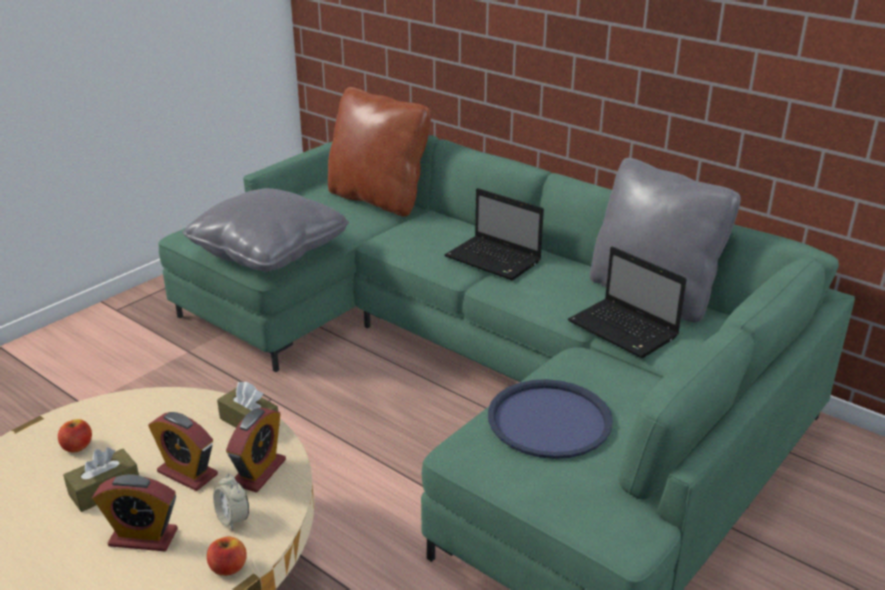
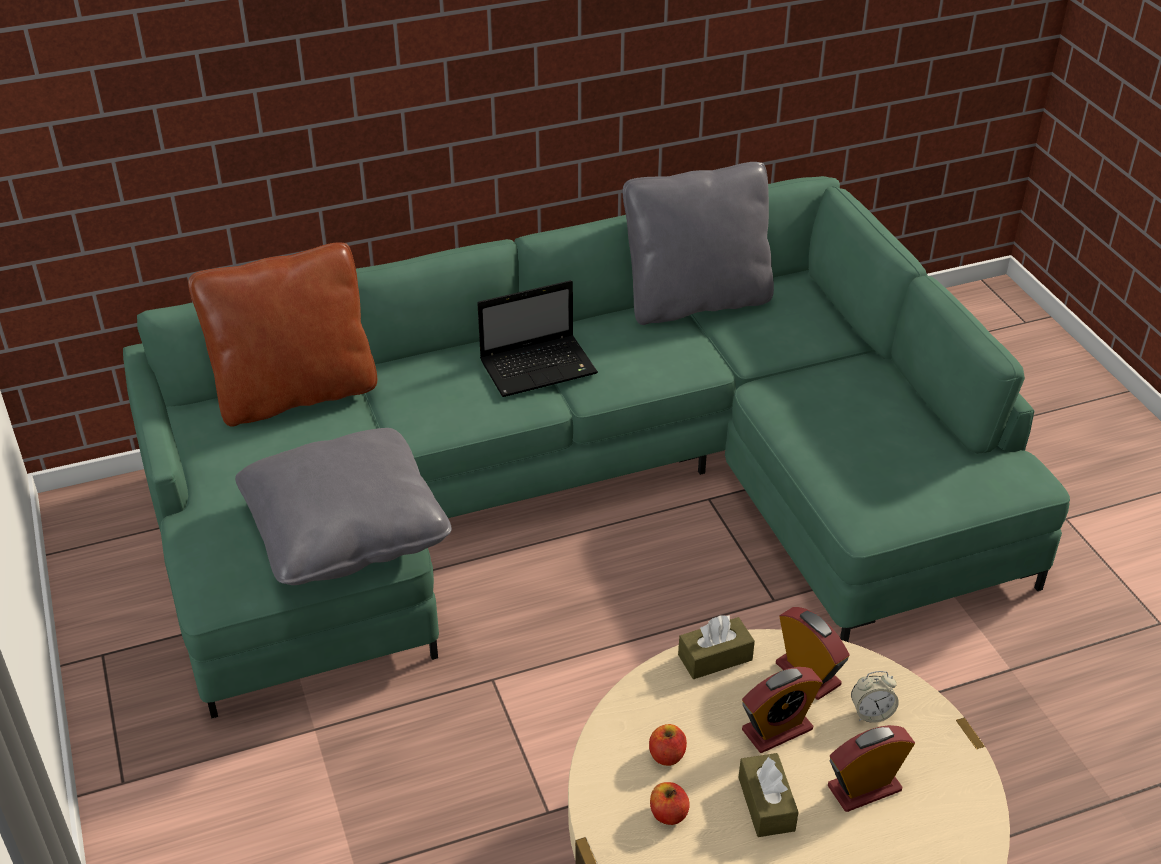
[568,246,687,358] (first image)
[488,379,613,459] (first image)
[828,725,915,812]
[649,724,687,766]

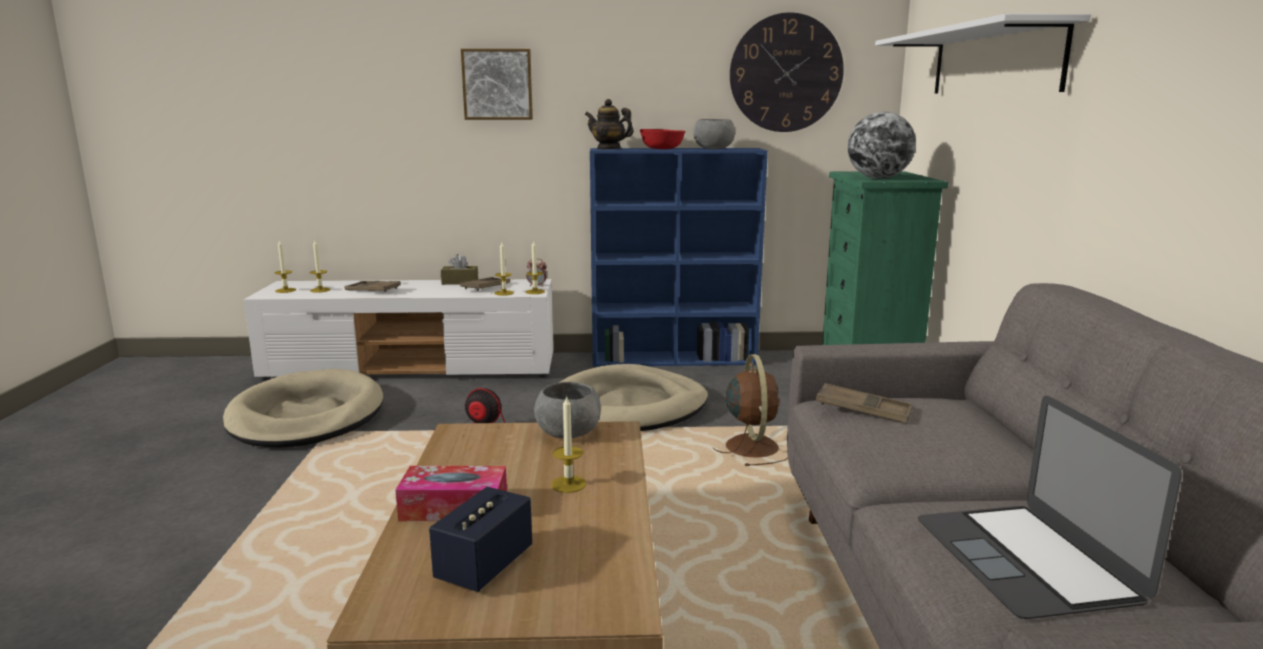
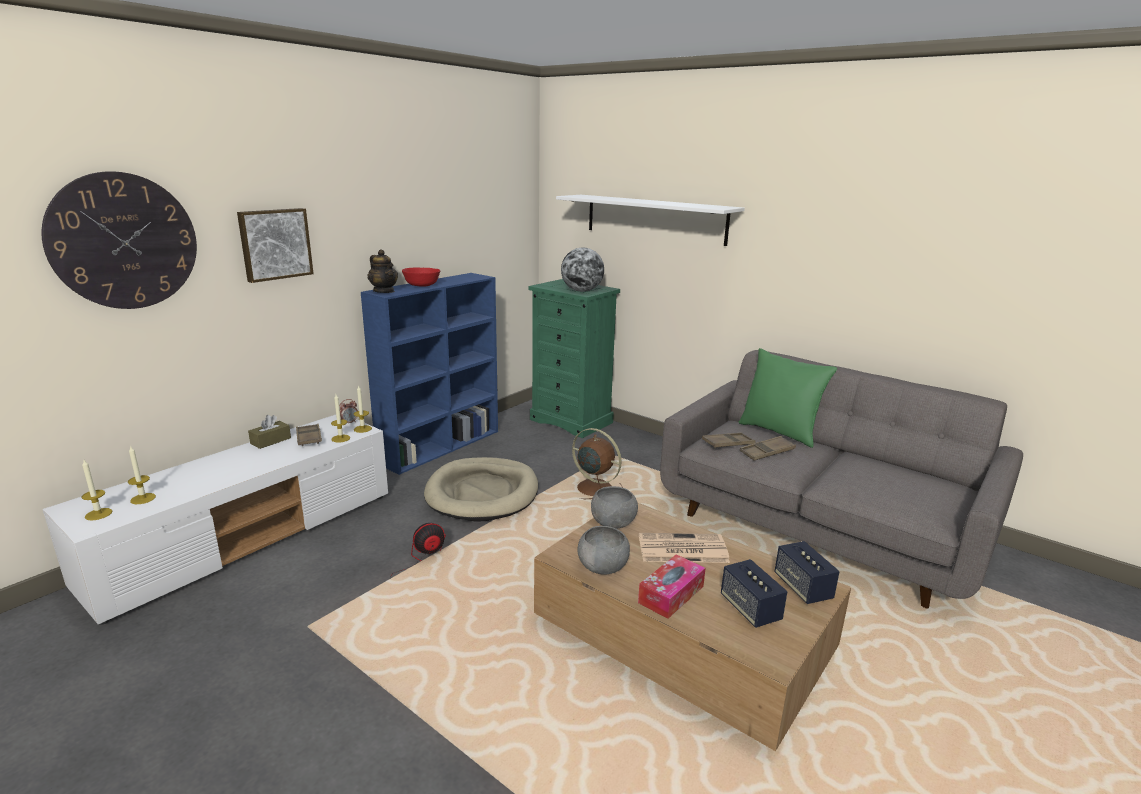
[41,171,197,309]
[367,249,398,293]
[578,526,630,575]
[740,436,796,460]
[223,369,384,448] (first image)
[639,533,730,563]
[918,395,1182,619] (first image)
[739,348,837,448]
[774,541,840,604]

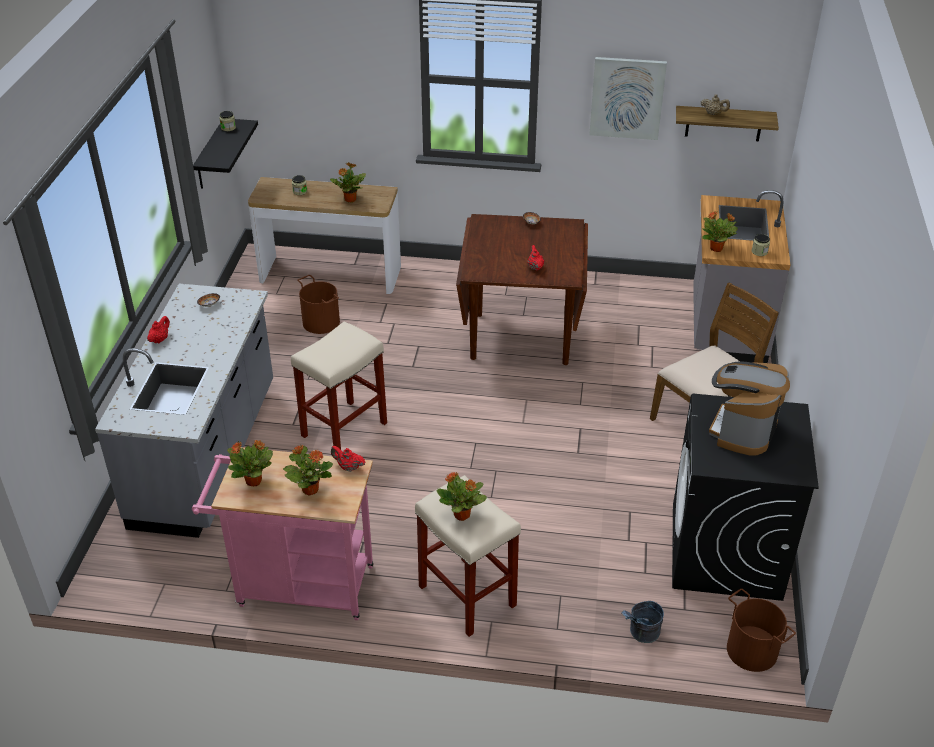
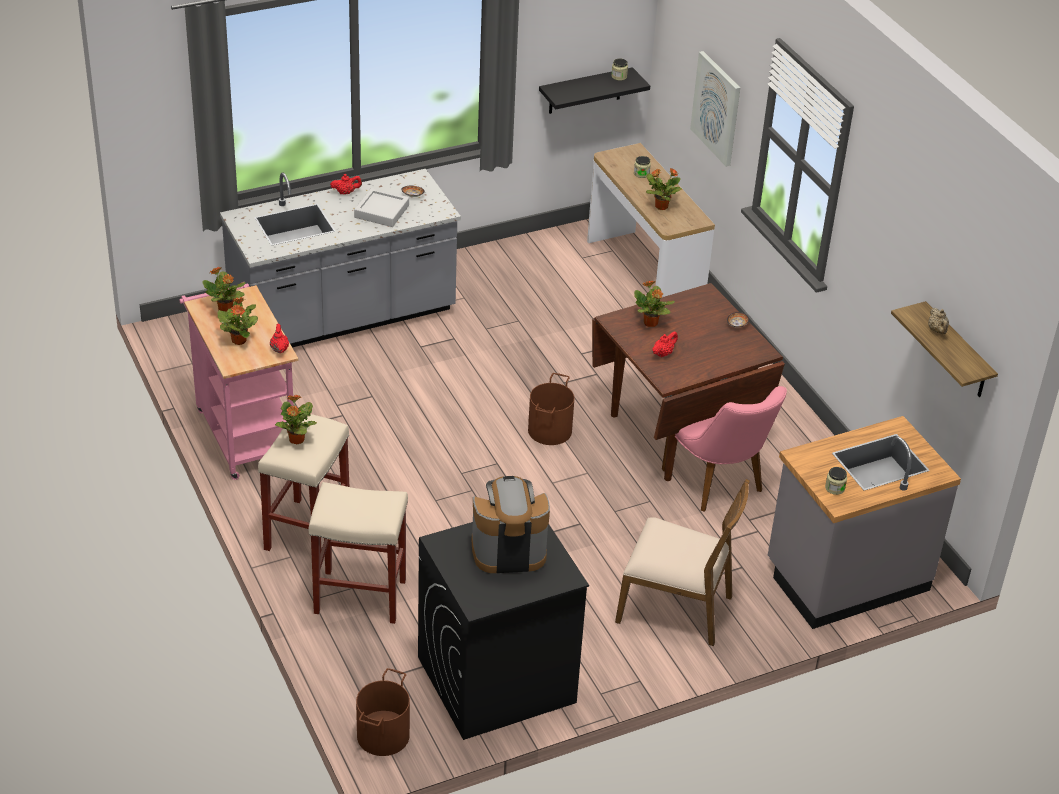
[690,51,740,166]
[634,280,675,327]
[528,373,575,445]
[309,482,408,624]
[621,601,664,643] (first image)
[354,188,409,227]
[662,386,787,512]

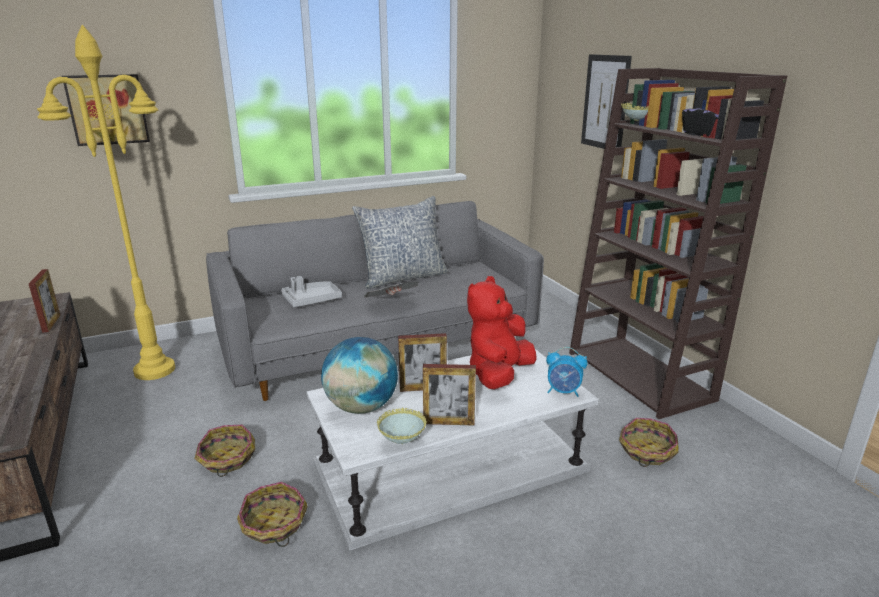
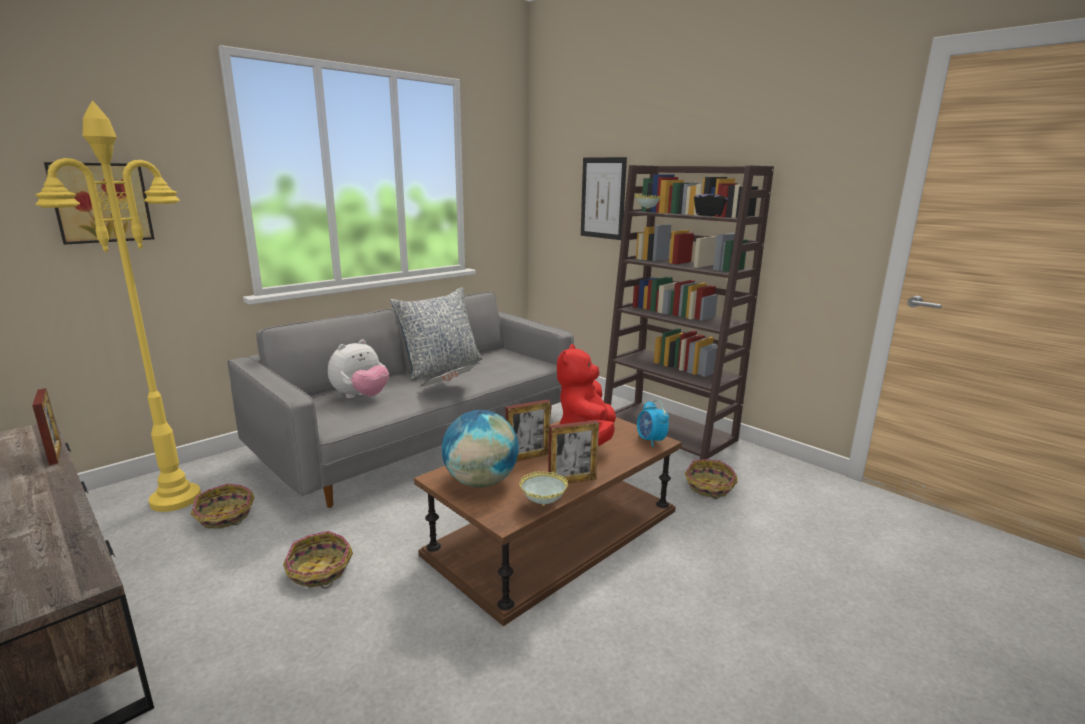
[328,339,389,399]
[637,400,669,447]
[414,417,682,626]
[191,484,255,529]

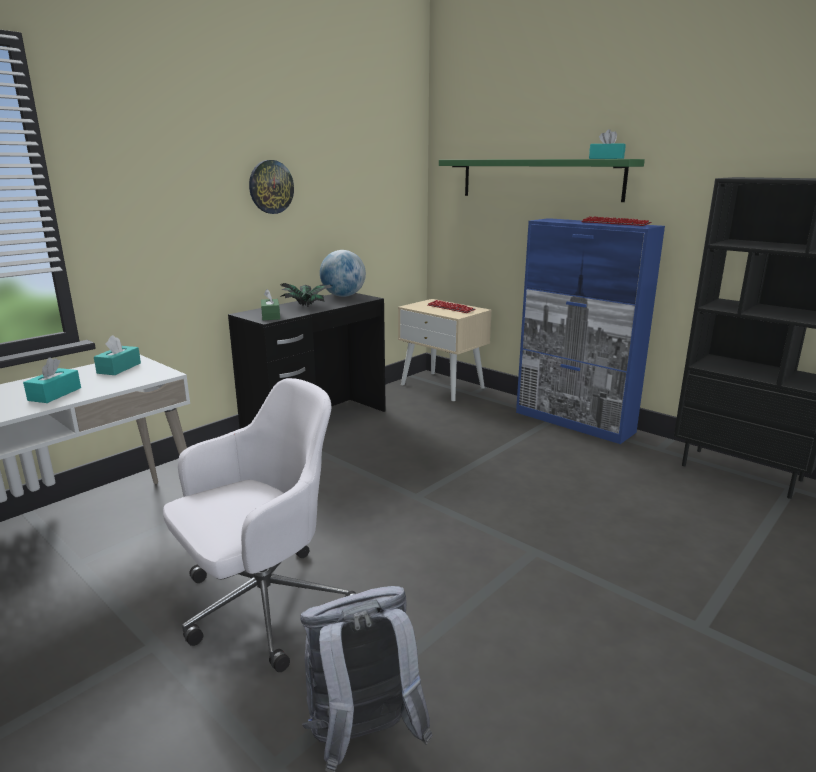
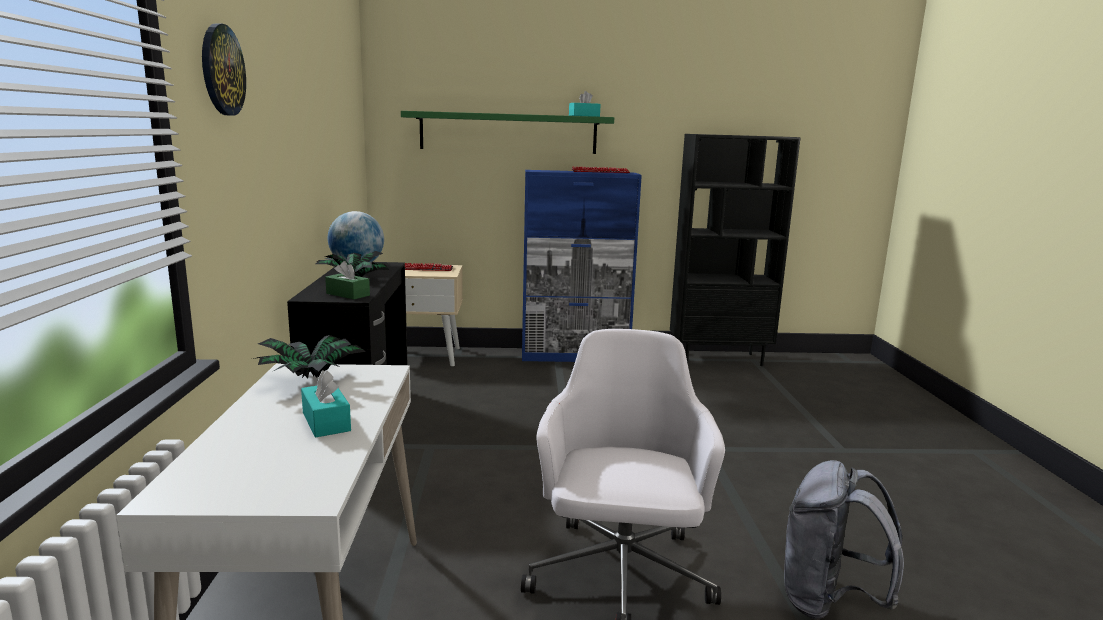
[202,23,246,116]
[253,335,366,378]

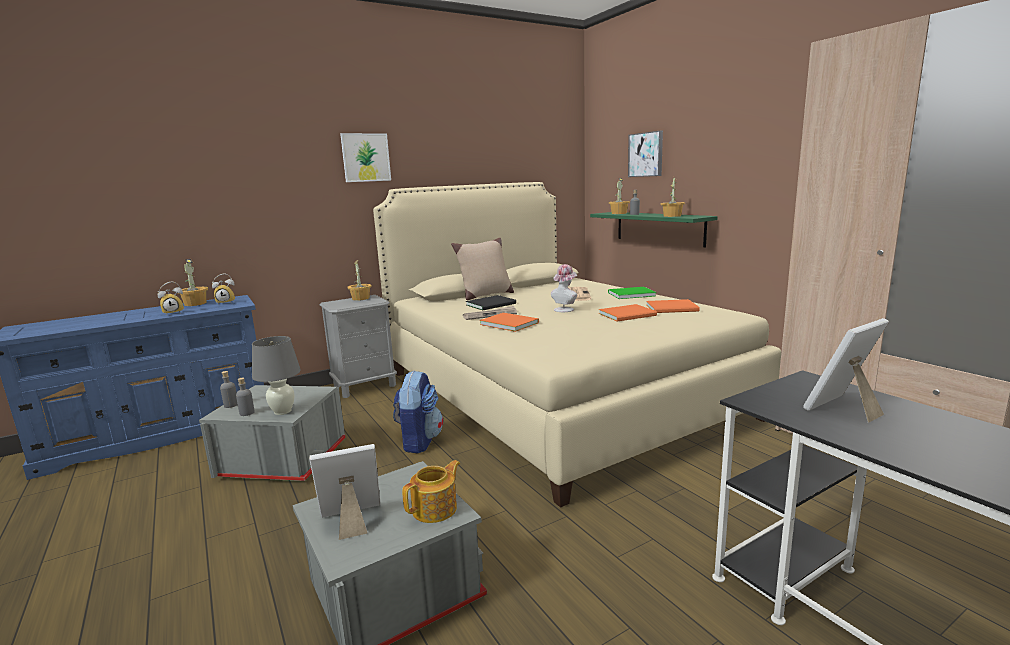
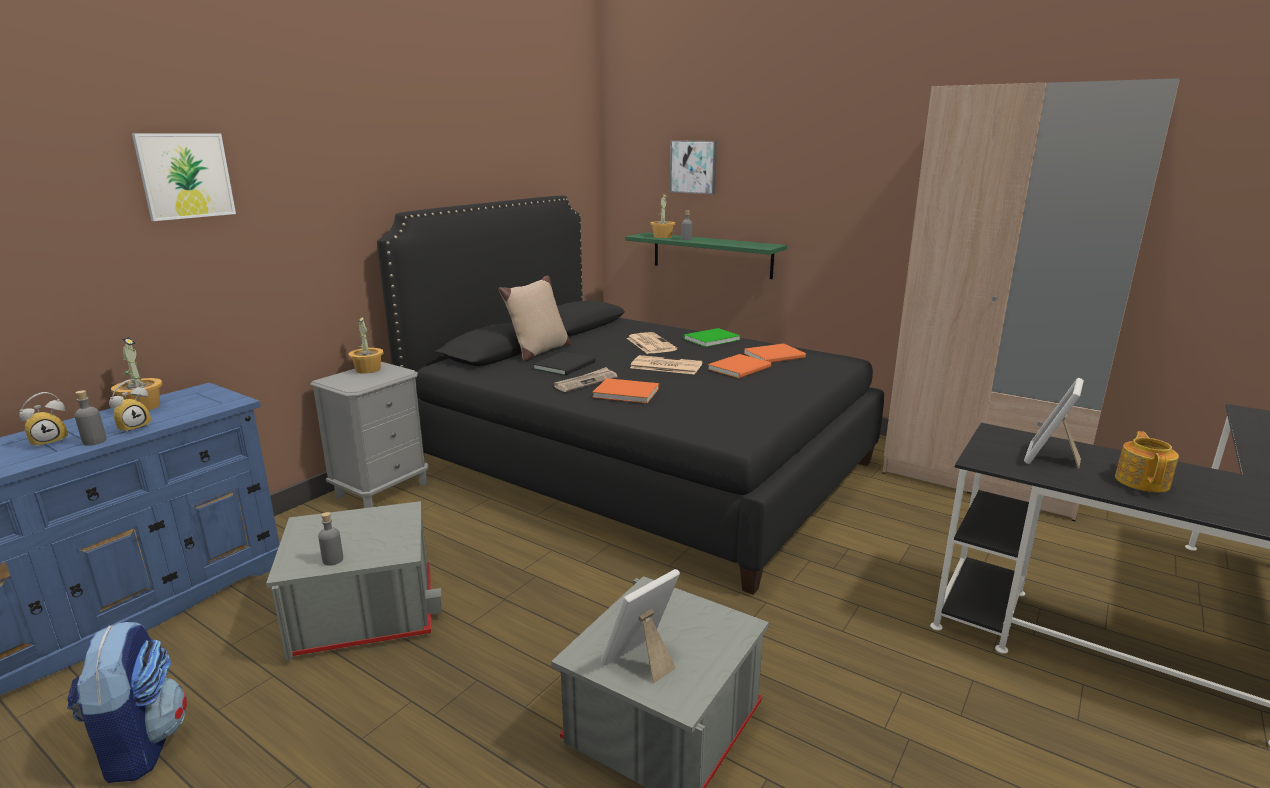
[132,134,236,221]
[661,176,685,217] (first image)
[377,196,884,595]
[630,355,703,374]
[19,392,68,449]
[252,336,301,415] (first image)
[67,622,187,783]
[74,390,107,446]
[1115,431,1179,492]

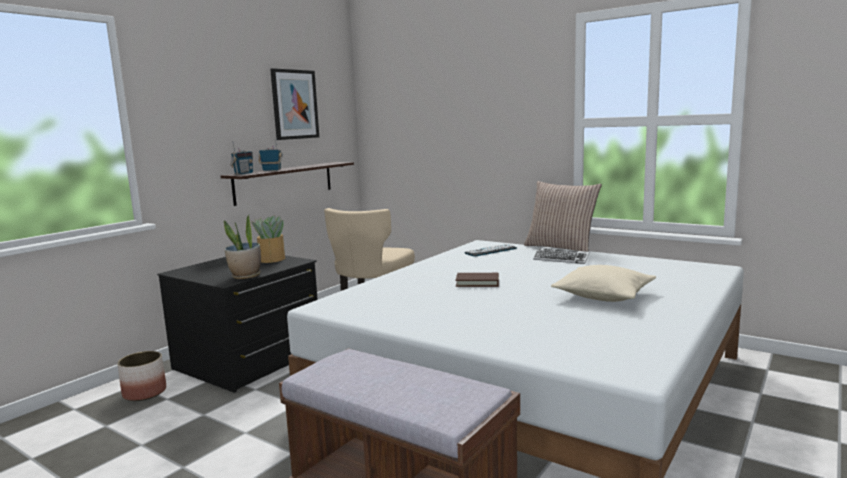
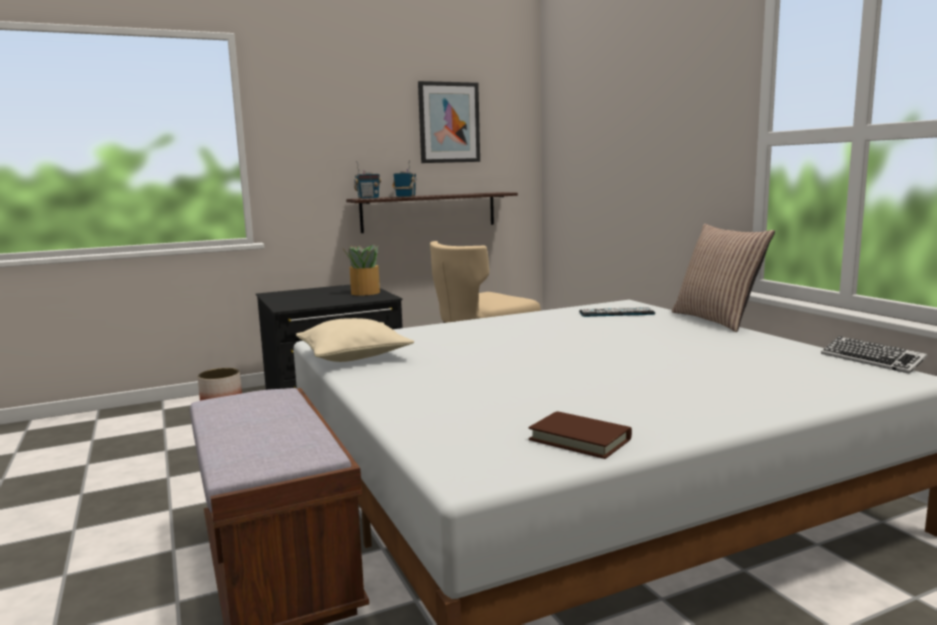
[224,215,261,279] (first image)
[821,336,928,374]
[296,318,414,362]
[529,411,632,459]

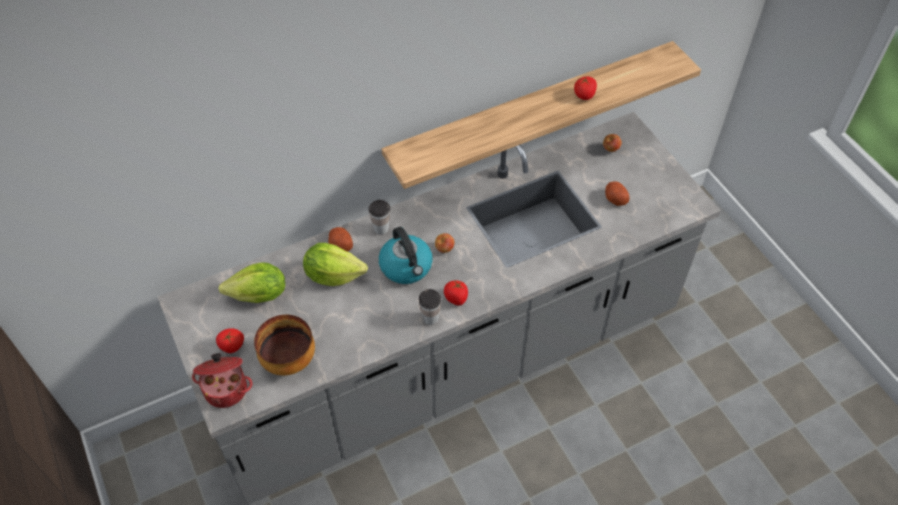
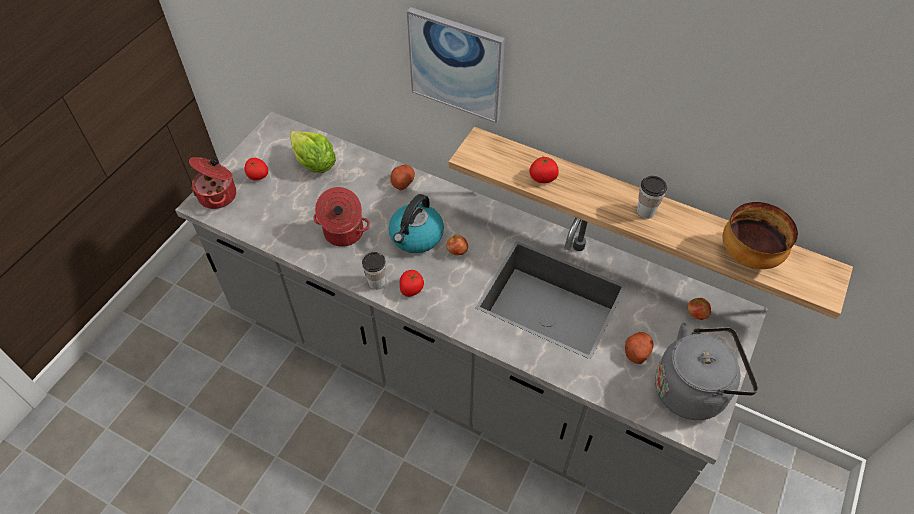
[529,155,559,183]
[637,176,667,219]
[303,243,368,286] (first image)
[723,202,798,269]
[407,7,505,123]
[313,187,370,247]
[655,322,758,420]

